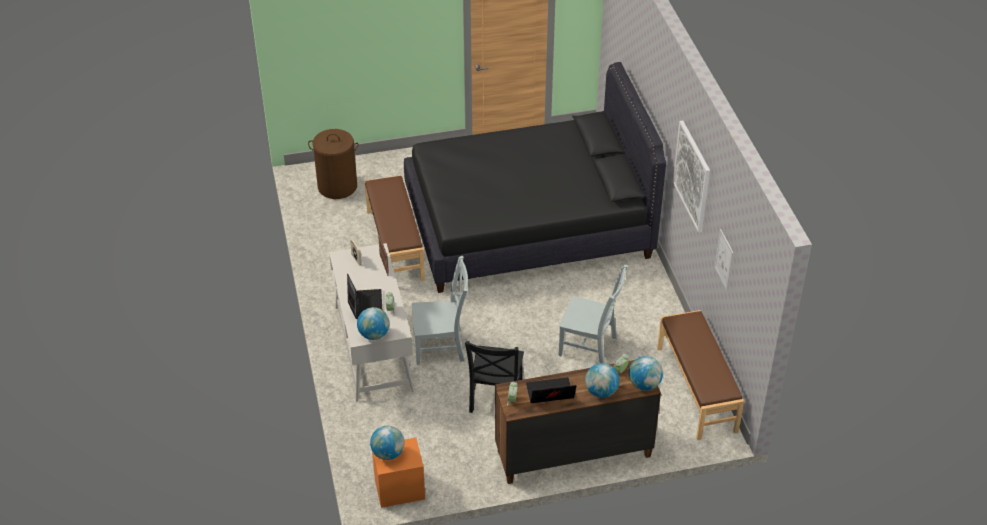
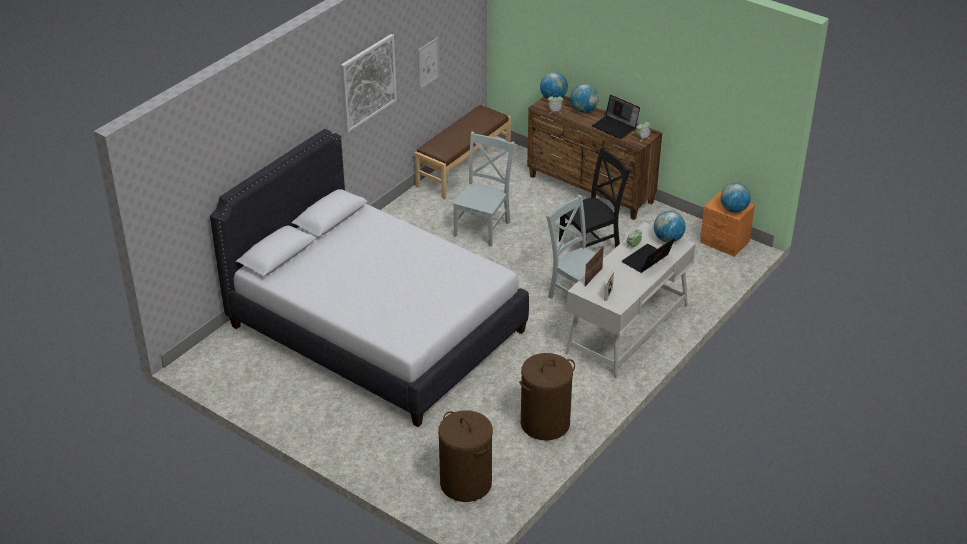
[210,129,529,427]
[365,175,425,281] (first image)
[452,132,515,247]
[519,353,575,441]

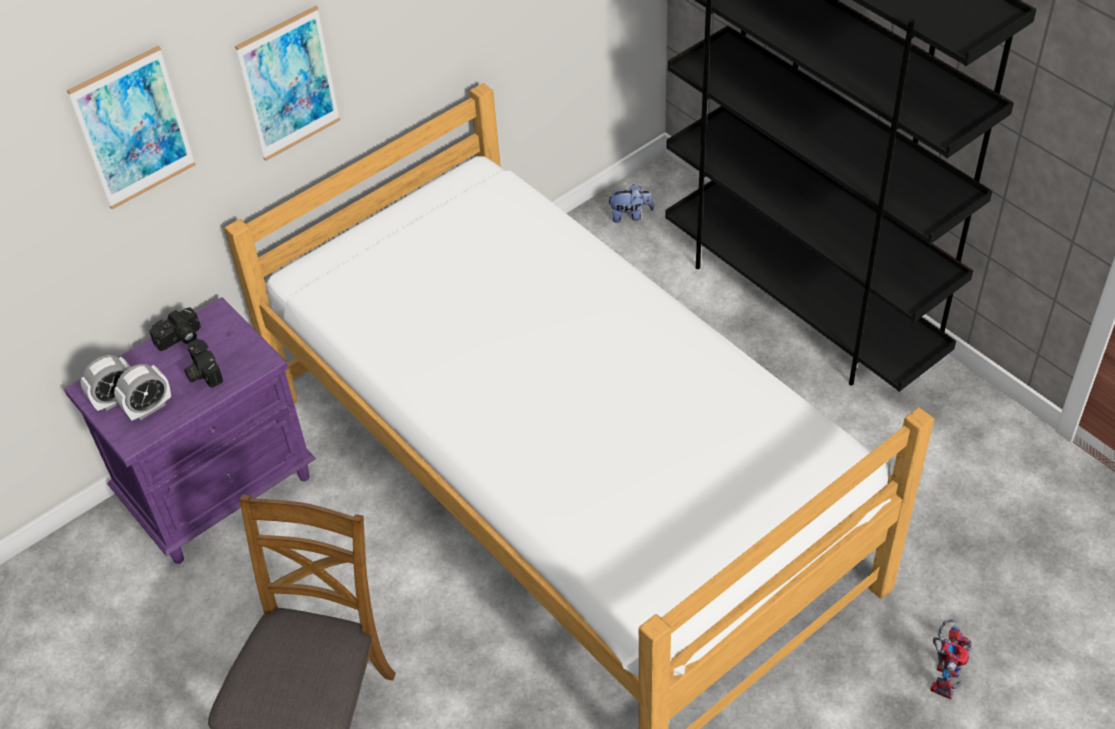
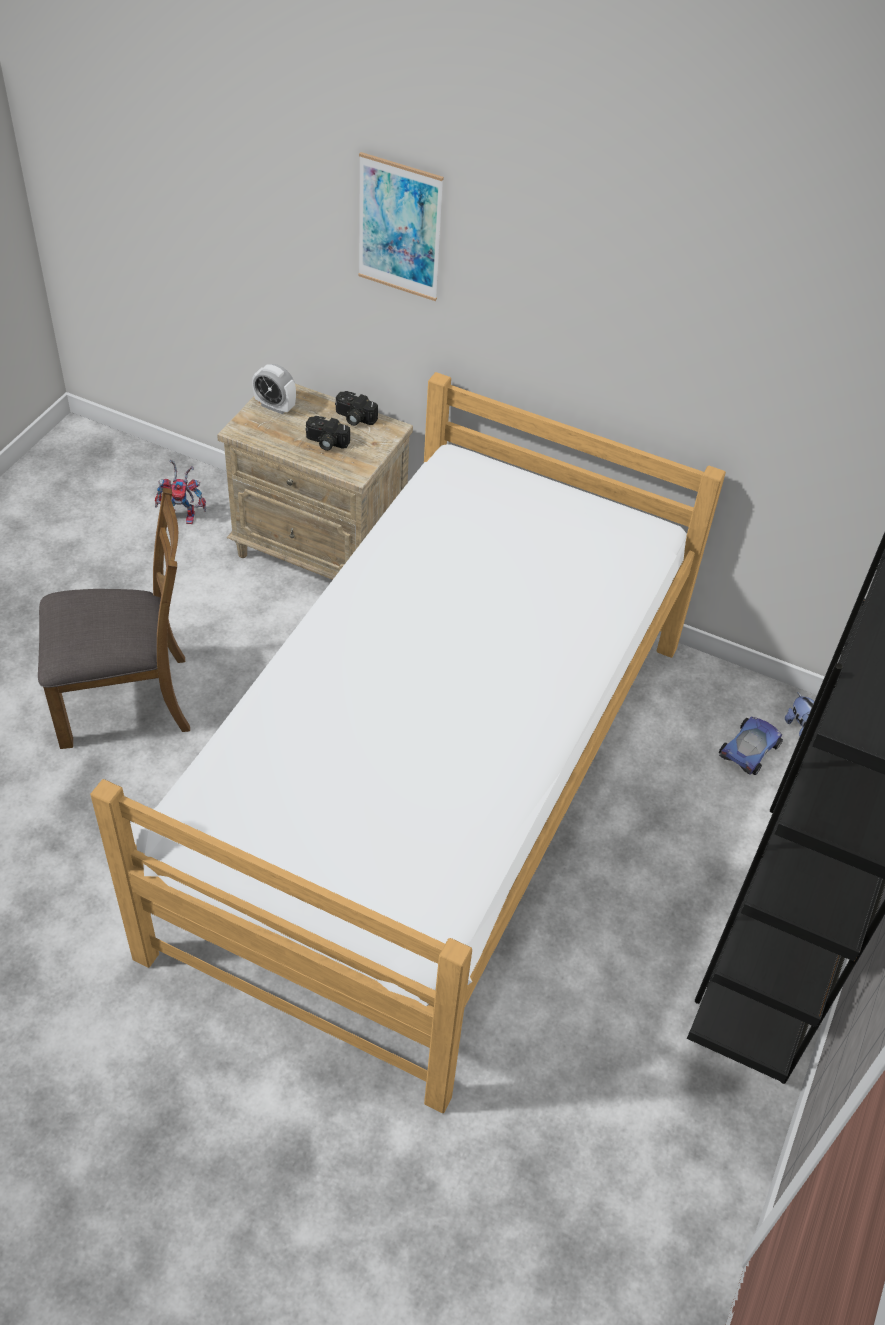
[235,6,340,161] (first image)
[217,384,413,580]
[305,416,350,451]
[114,364,171,420] (first image)
[155,460,206,524]
[719,717,783,775]

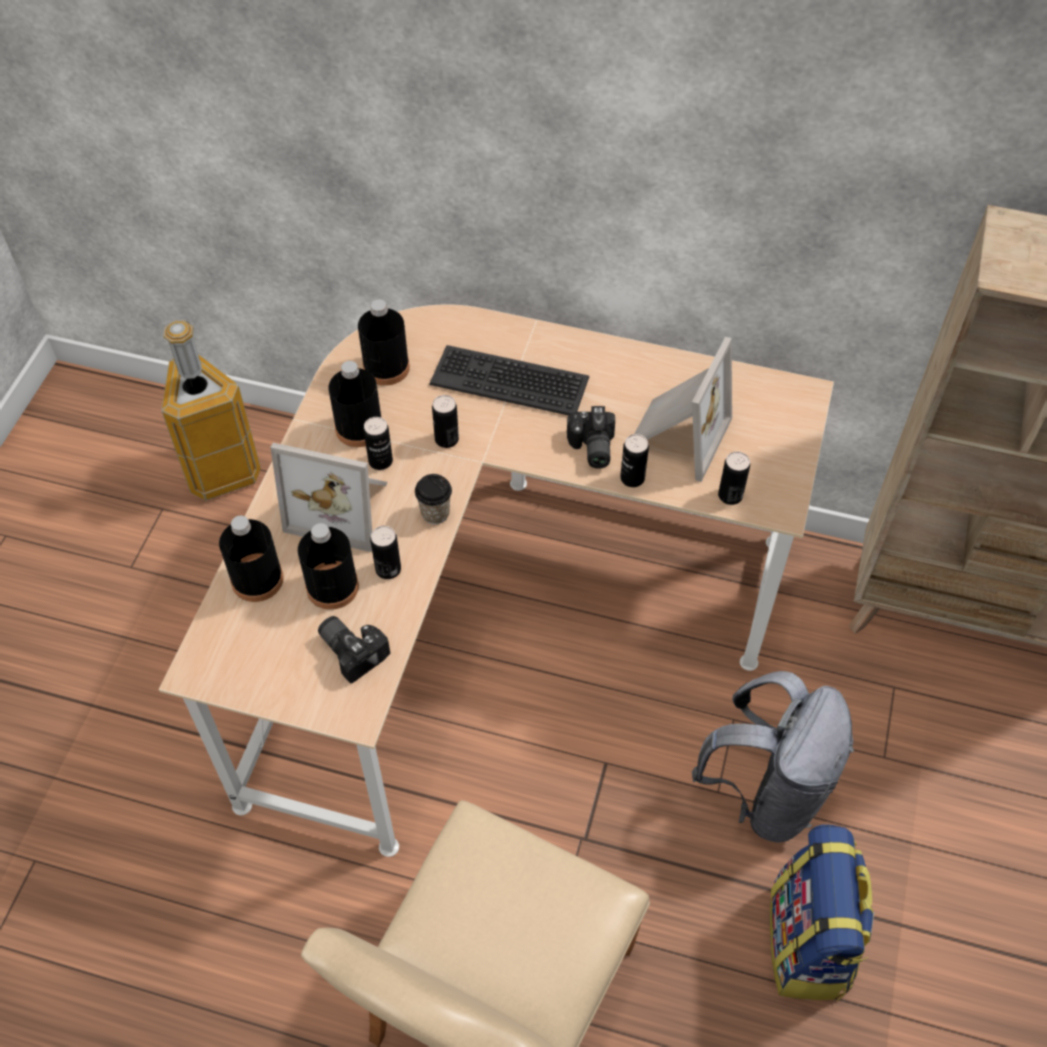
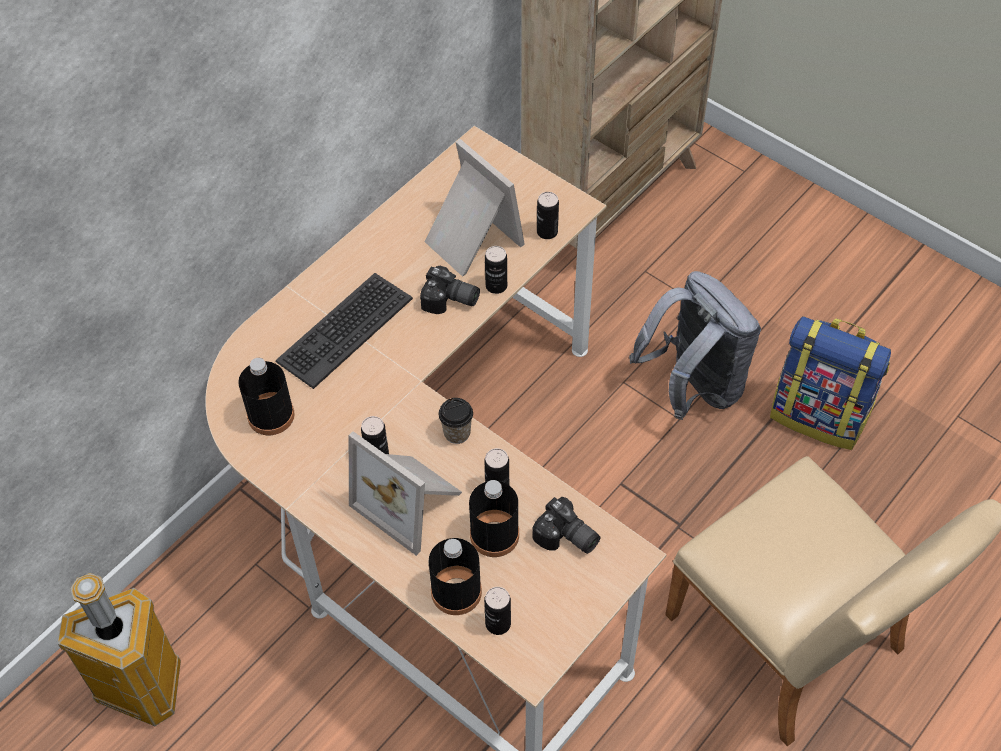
[329,361,382,447] (first image)
[484,587,511,635]
[349,431,462,556]
[532,497,600,554]

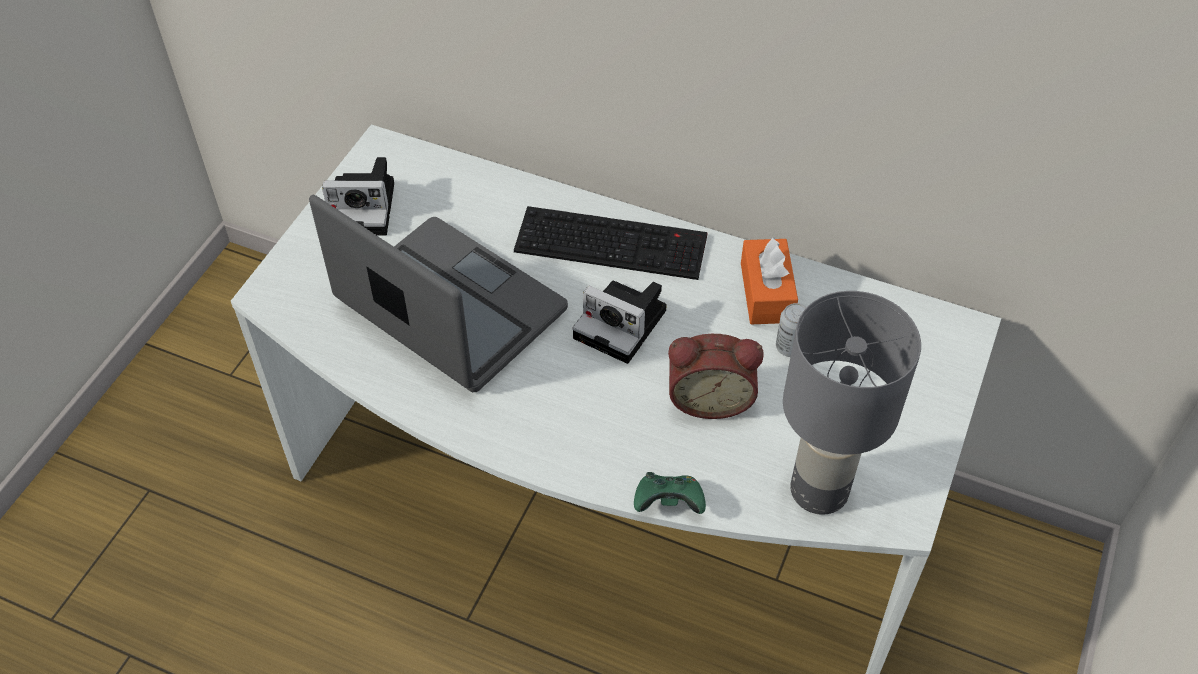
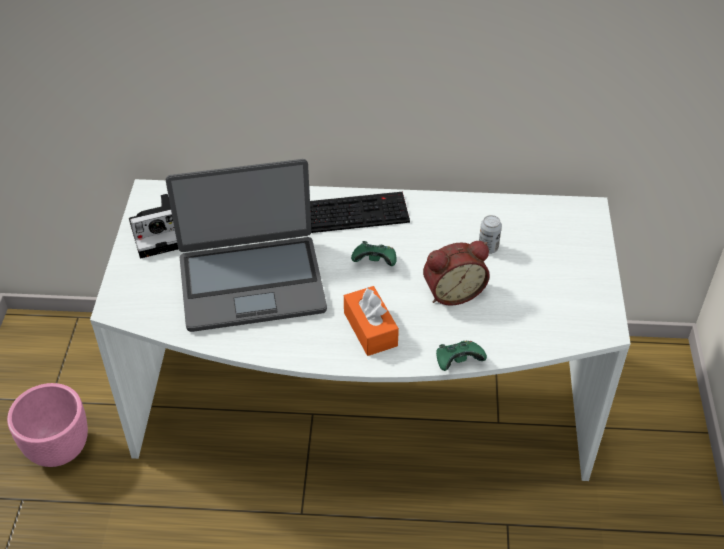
[166,159,327,332]
[344,286,399,356]
[351,241,396,266]
[783,291,921,515] (first image)
[7,383,88,467]

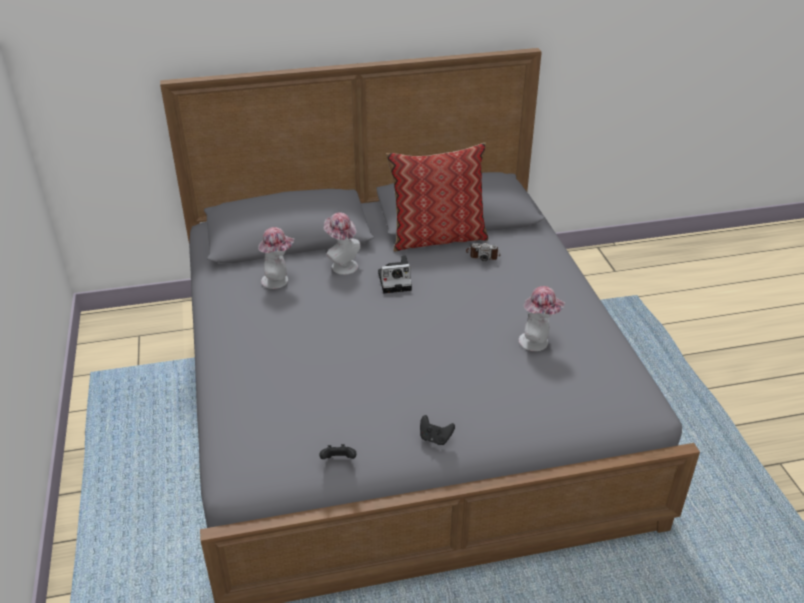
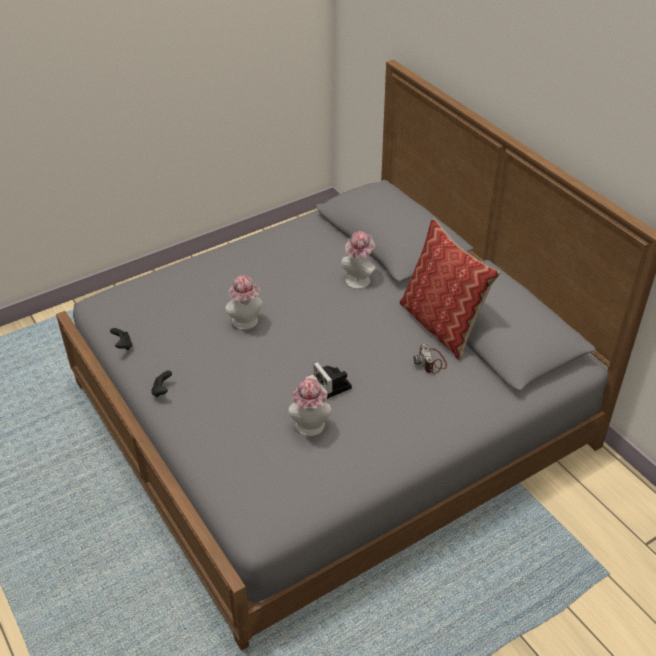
[225,275,263,330]
[305,362,352,399]

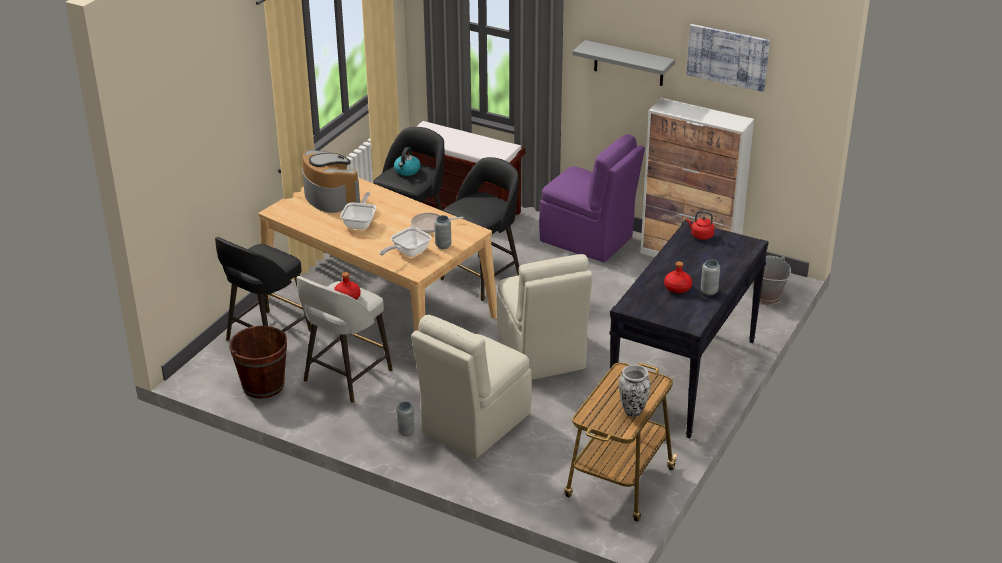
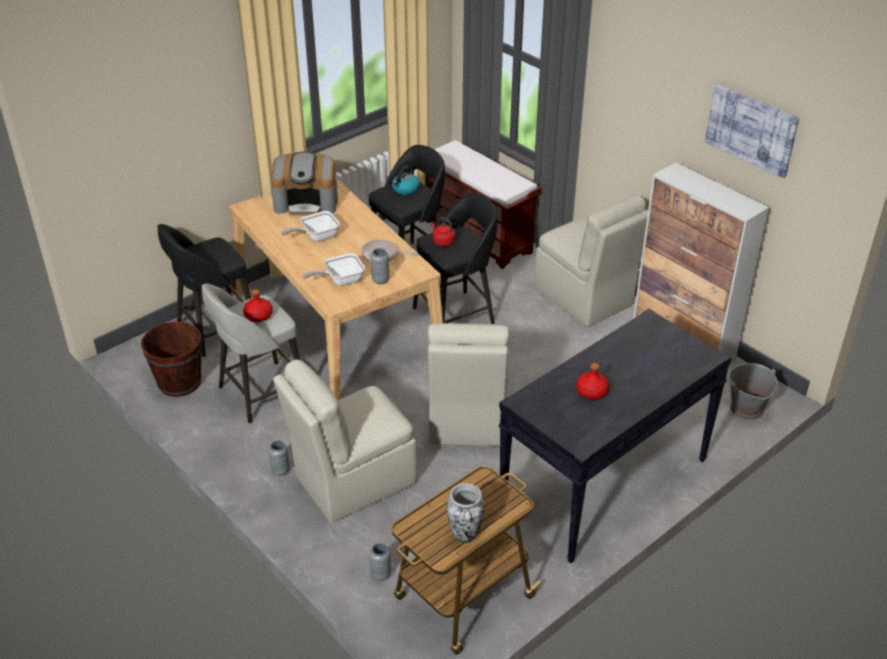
[572,40,675,86] (first image)
[534,195,648,327]
[271,151,338,216]
[281,211,340,242]
[431,217,455,247]
[369,543,391,581]

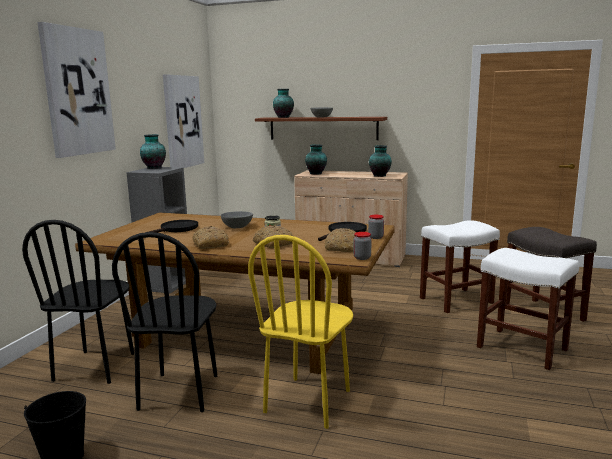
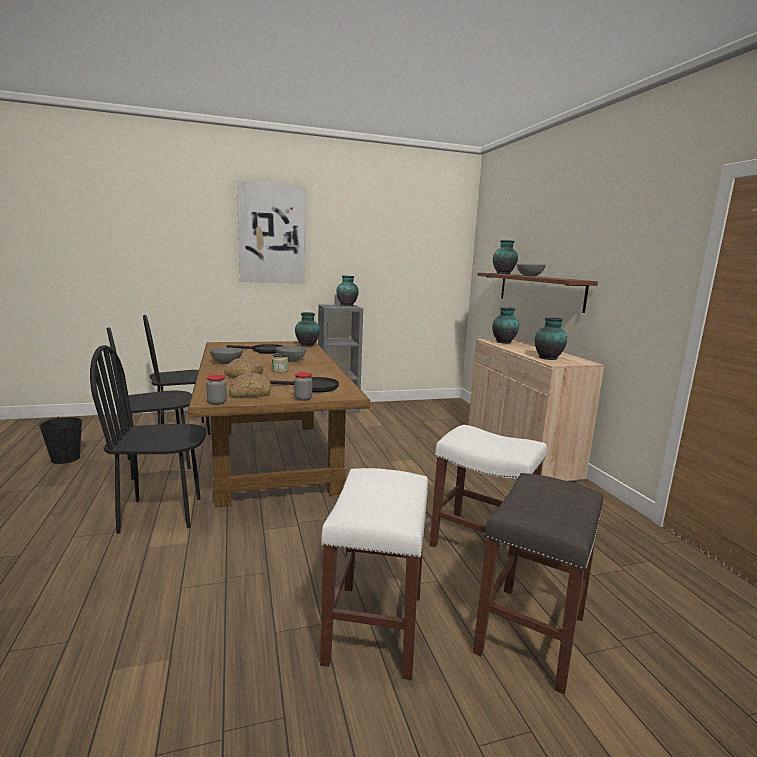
[163,74,204,168] (first image)
[210,348,243,364]
[90,345,207,534]
[295,312,320,347]

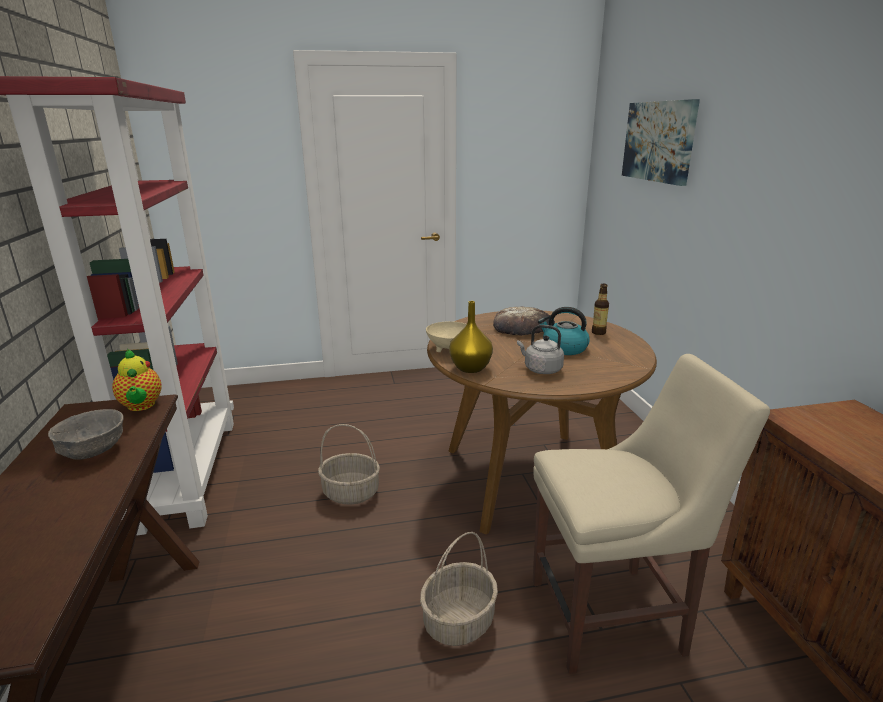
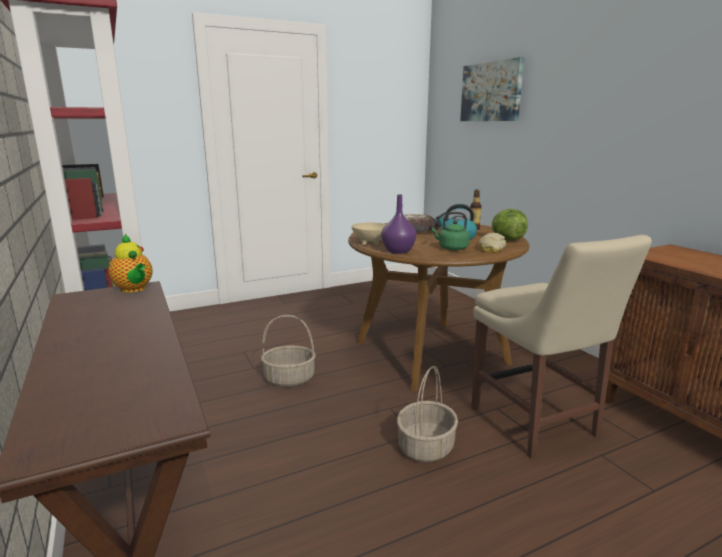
[381,195,416,254]
[431,212,470,251]
[471,235,652,459]
[48,409,124,460] (first image)
[492,209,528,241]
[478,233,506,253]

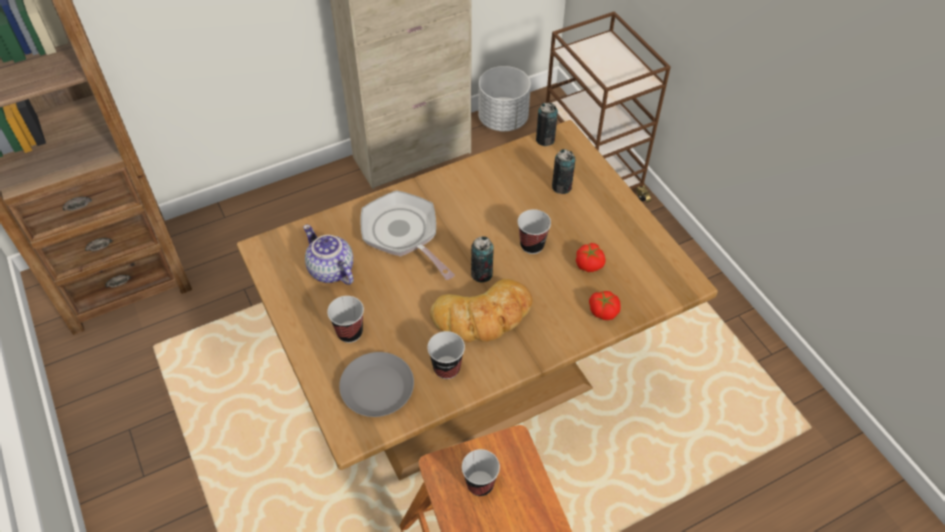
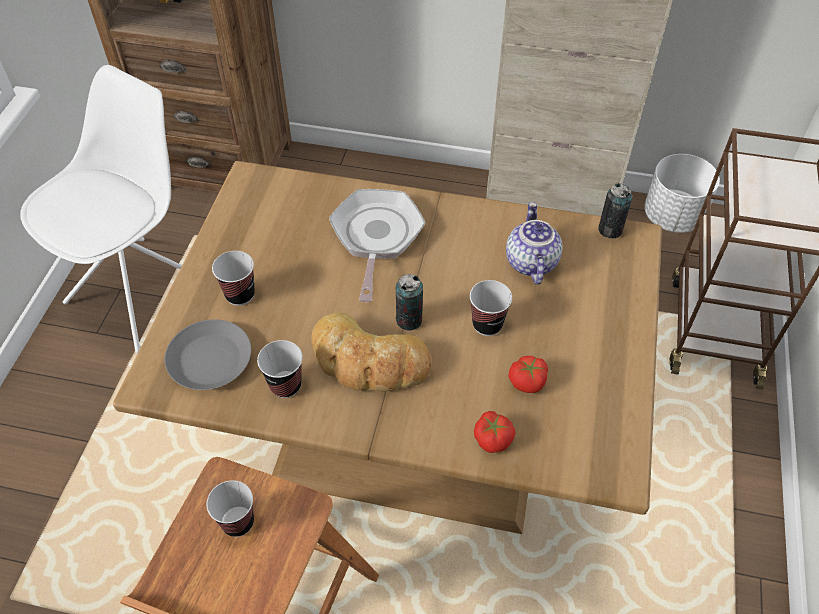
[552,149,575,194] (first image)
[506,202,563,285]
[20,65,182,353]

